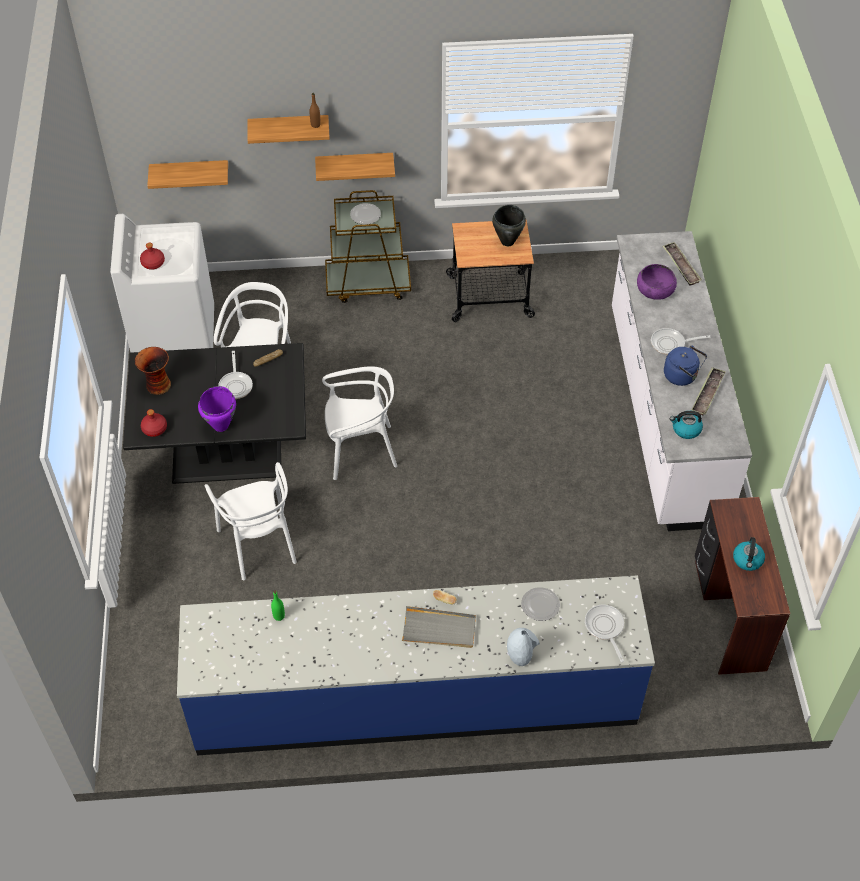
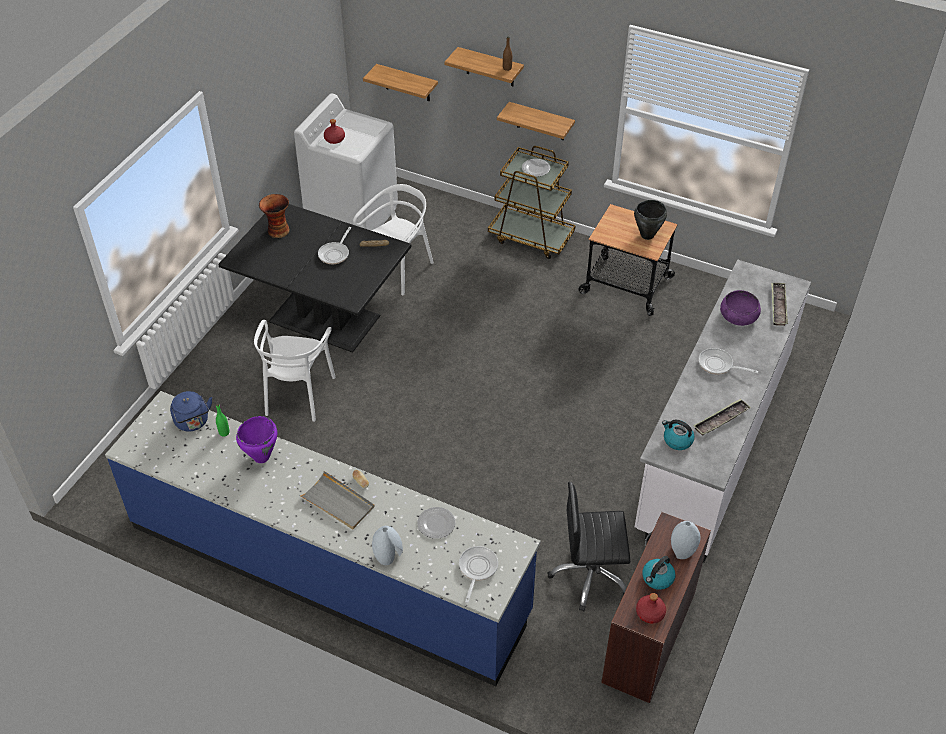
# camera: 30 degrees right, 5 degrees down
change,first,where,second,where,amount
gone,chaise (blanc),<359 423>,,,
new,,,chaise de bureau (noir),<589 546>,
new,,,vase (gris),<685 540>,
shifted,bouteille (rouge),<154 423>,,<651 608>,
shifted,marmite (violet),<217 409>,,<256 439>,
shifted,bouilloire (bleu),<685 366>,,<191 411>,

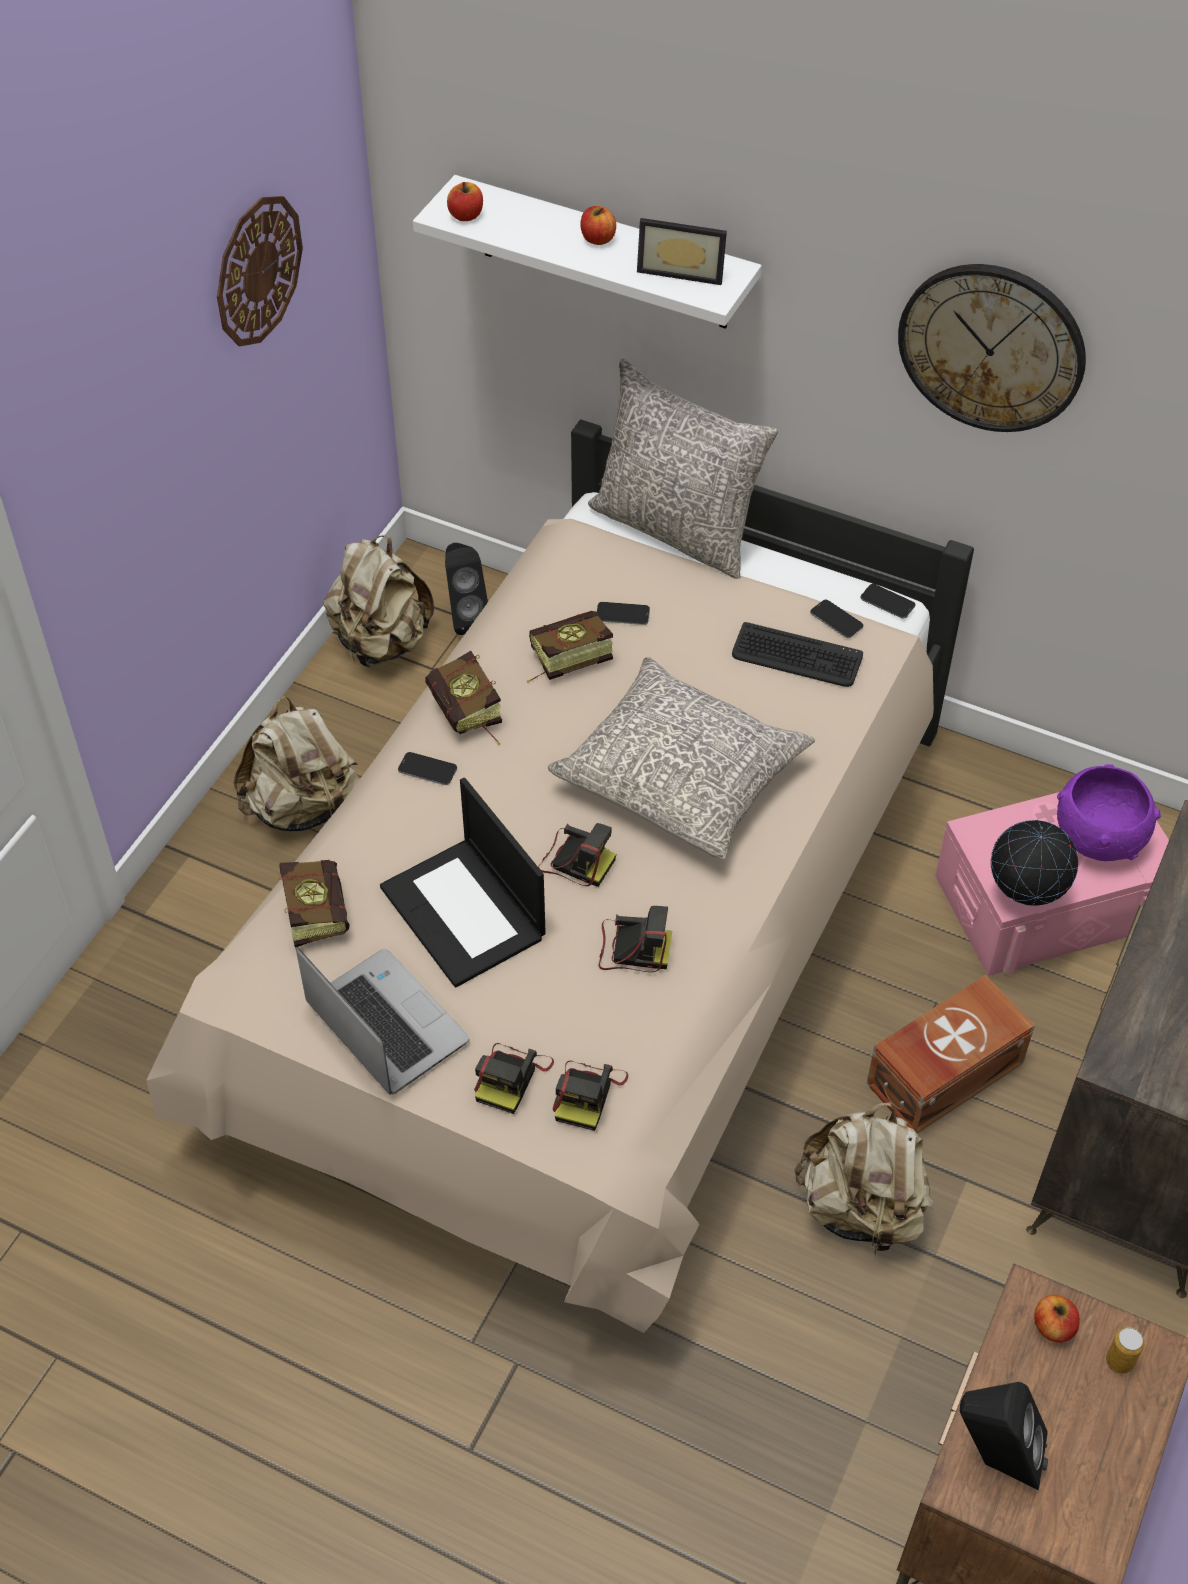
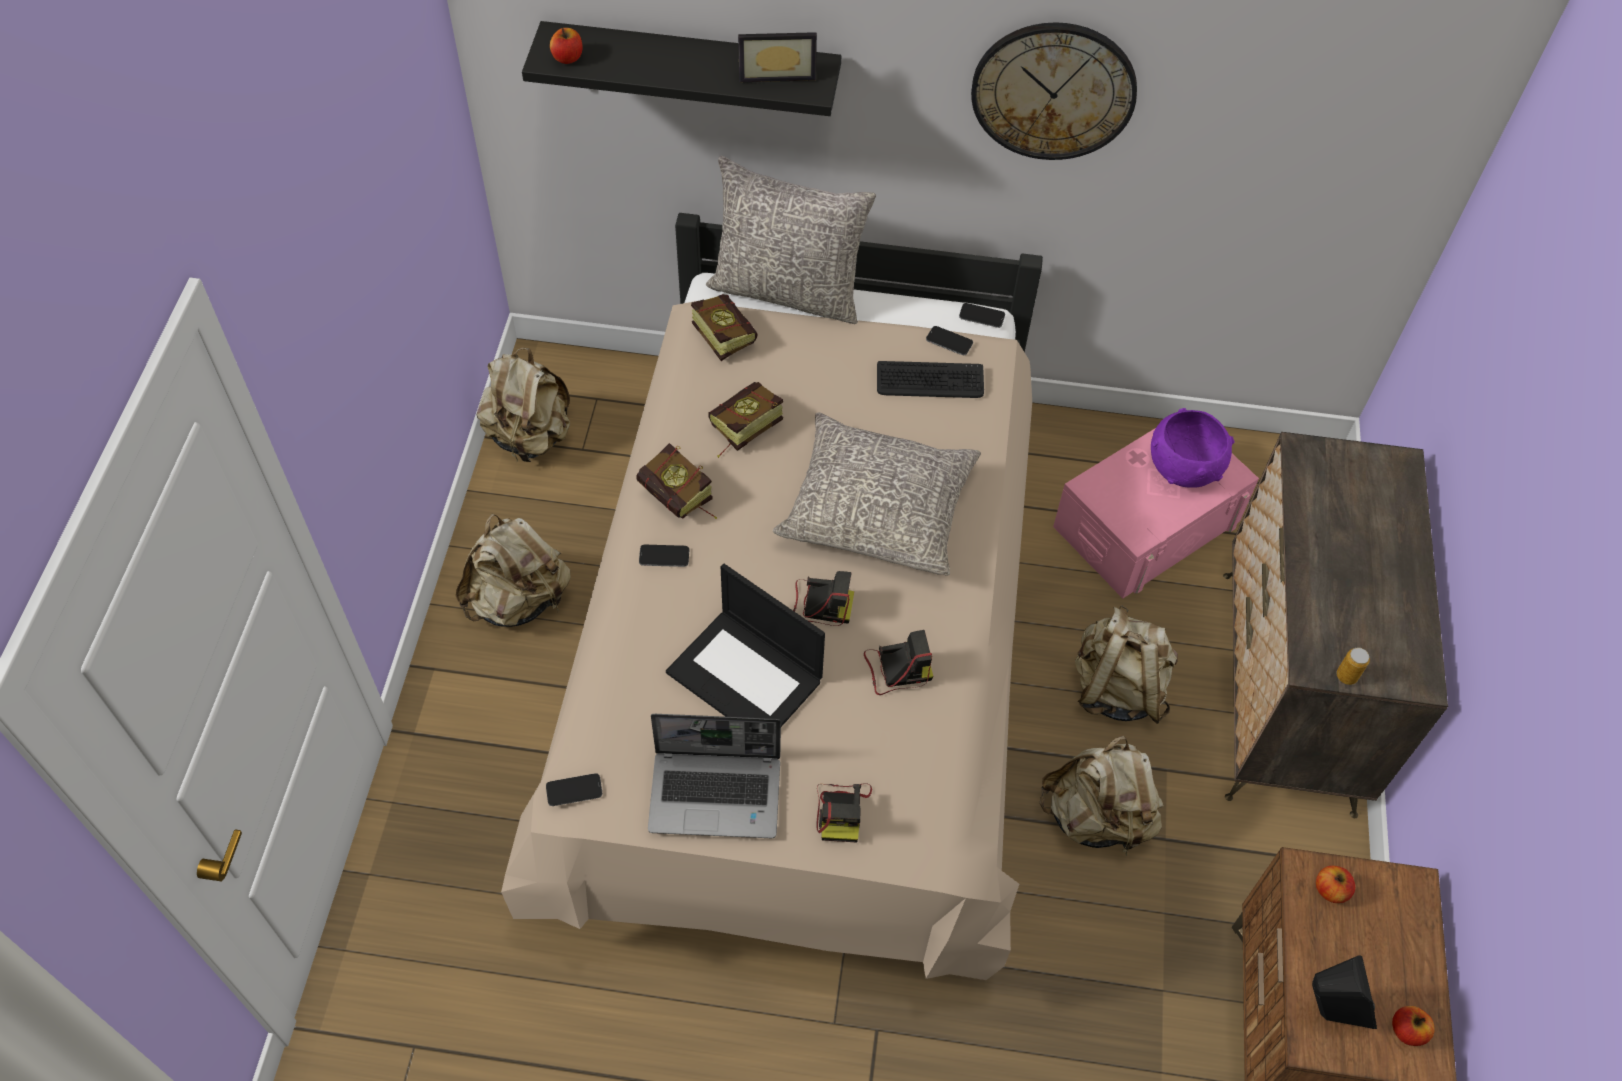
# camera: 20 degrees left, 5 degrees up
change,first,where,second,where,amount
gone,horloge murale,<260 271>,,,
gone,enceinte (noir),<466 589>,,,
gone,appareil photo,<590 1095>,,,
gone,globe,<1034 863>,,,
shifted,livre,<314 904>,,<724 327>,
shifted,pomme,<598 225>,,<1413 1026>,
shifted,téléphone,<623 613>,,<574 789>,
shifted,boîte métallique,<1125 1351>,,<1353 666>,
swapped,boîte de rangement (marron),<951 1054>,sac à dos (beige),<1126 665>,
repainted,étagère (blanc),<587 252>,étagère (noir),<681 68>,
rotated,ordinateur portable,<382 1021>,,<714 776>,150 degrees clockwise

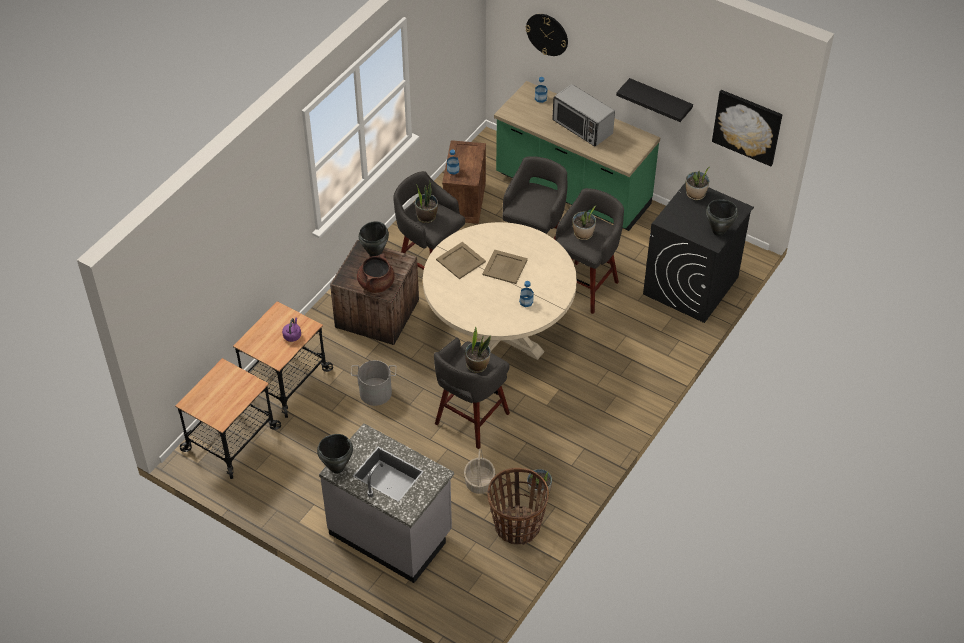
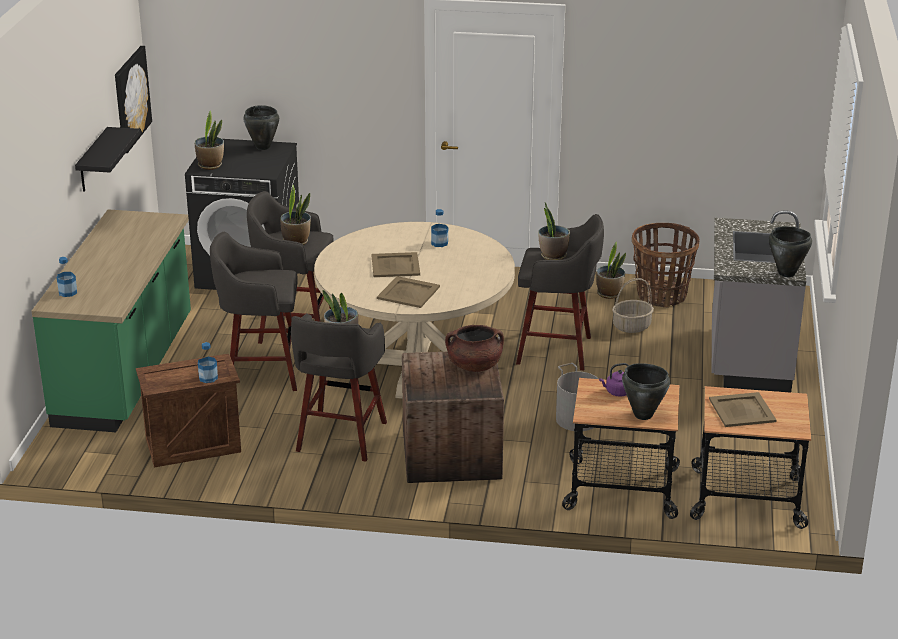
# camera: 115 degrees left, 20 degrees down
change,first,where,second,where,amount
gone,horloge murale,<547 35>,,,
gone,micro-ondes,<583 115>,,,
new,,,plateau (beige),<743 409>,
shifted,marmite (noir),<374 239>,,<646 391>,

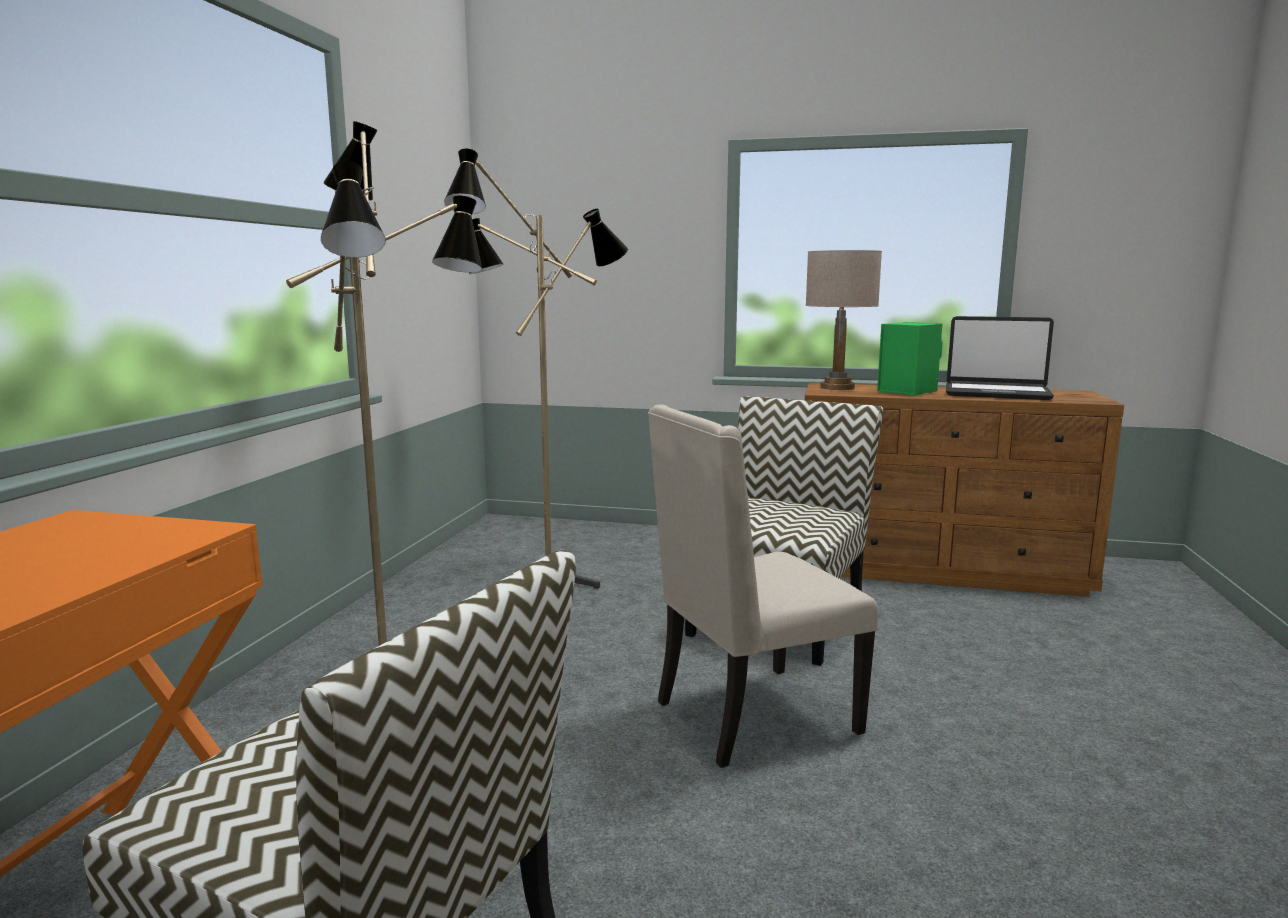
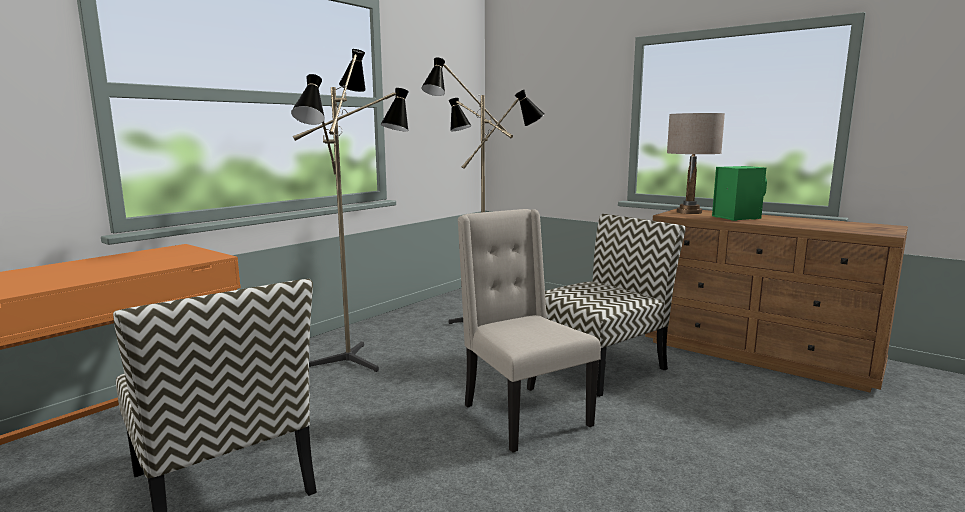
# camera: 25 degrees right, 0 degrees up
change,first,where,second,where,amount
gone,ordinateur portable,<1000 358>,,,
rotated,chaise (beige),<763 586>,,<529 331>,60 degrees clockwise

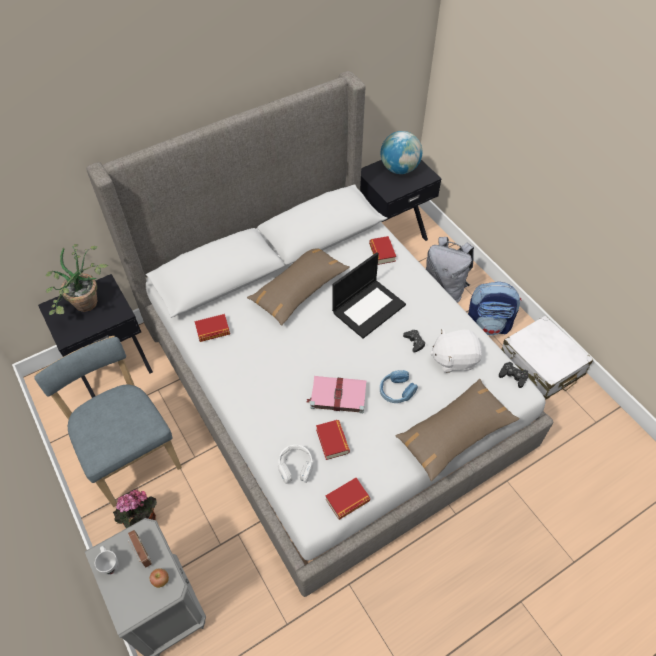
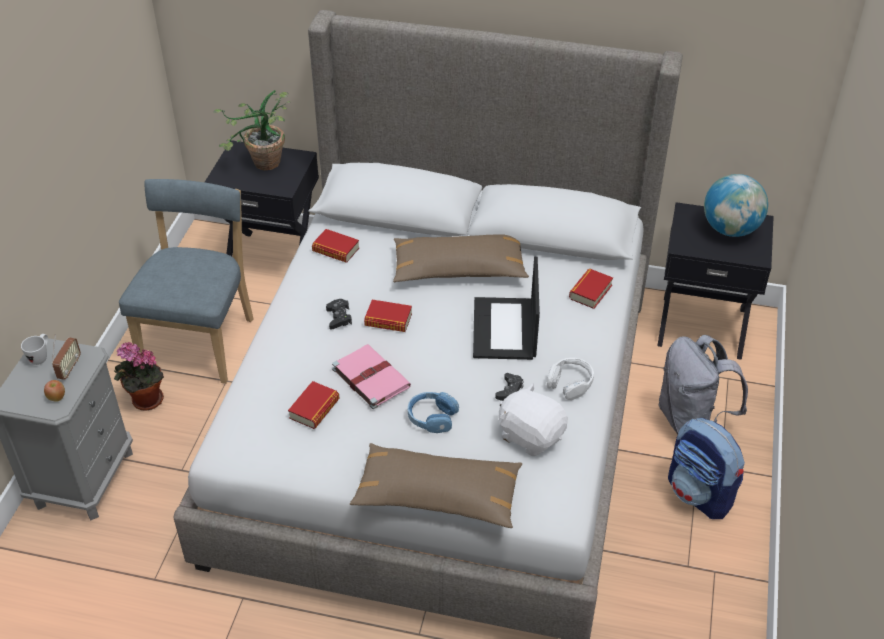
# camera: 45 degrees right, 10 degrees down
change,first,where,second,where,amount
gone,valise (blanc),<547 358>,,,
shifted,casque audio (blanc),<295 464>,,<570 379>,
shifted,livre,<347 499>,,<388 316>,
shifted,manette (noir),<514 375>,,<339 314>,
rotated,ordinateur portable,<369 295>,,<506 308>,90 degrees clockwise

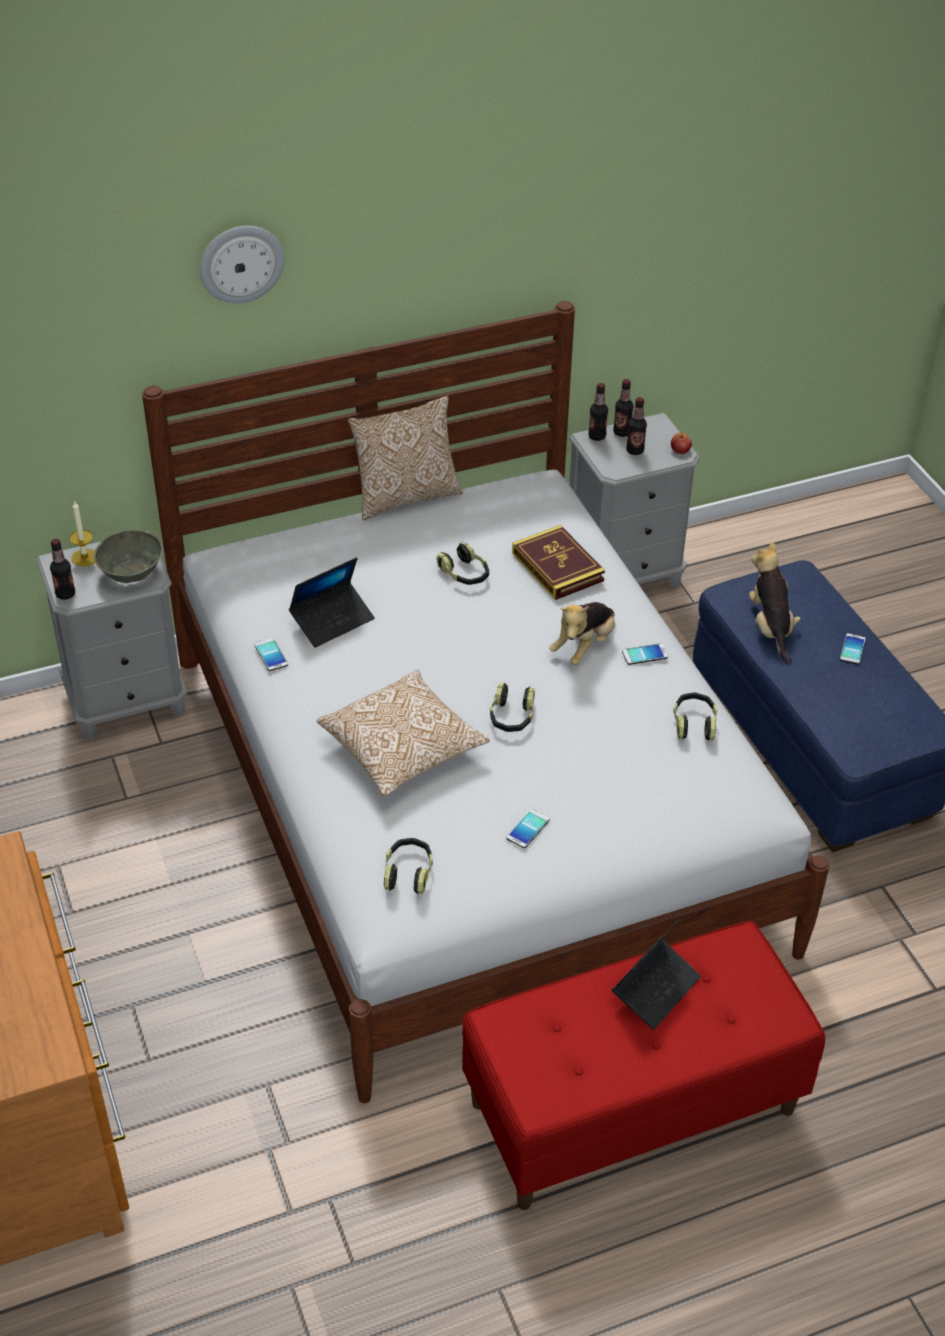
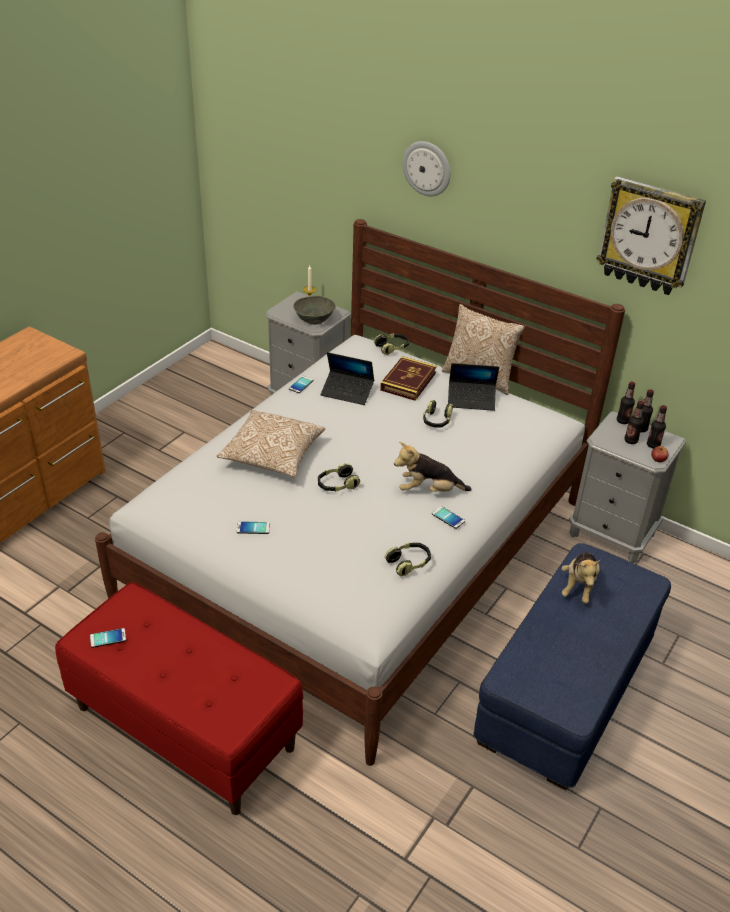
# camera: 55 degrees right, 5 degrees down
change,first,where,second,where,amount
new,,,horloge murale,<651 235>,
shifted,bouteille,<62 569>,,<657 427>,
shifted,casque audio,<408 866>,,<391 344>,
shifted,livre,<558 562>,,<408 378>,
shifted,ordinateur portable,<656 973>,,<473 387>,
shifted,téléphone,<853 648>,,<108 638>,
rotated,peluche,<775 603>,,<581 578>,150 degrees clockwise

